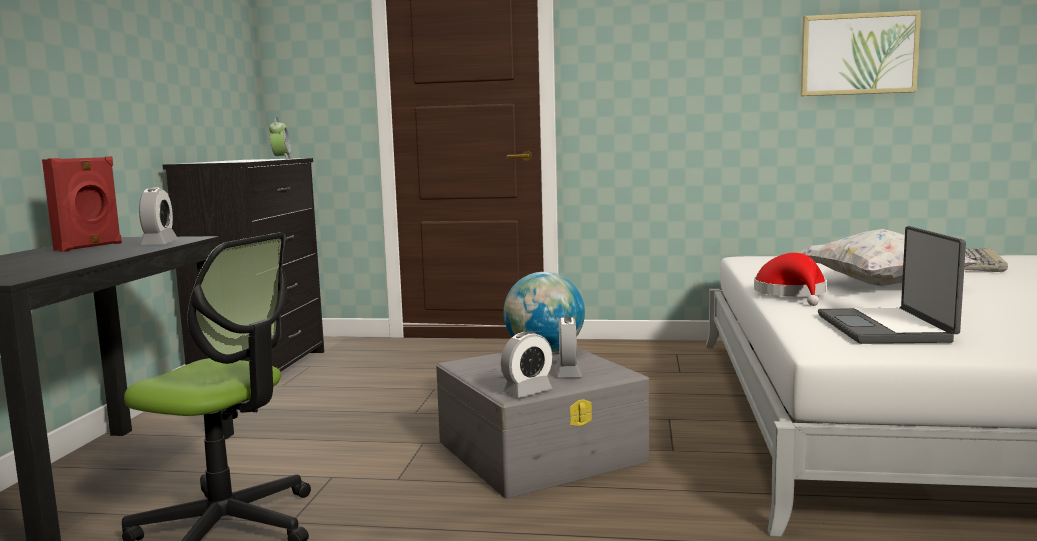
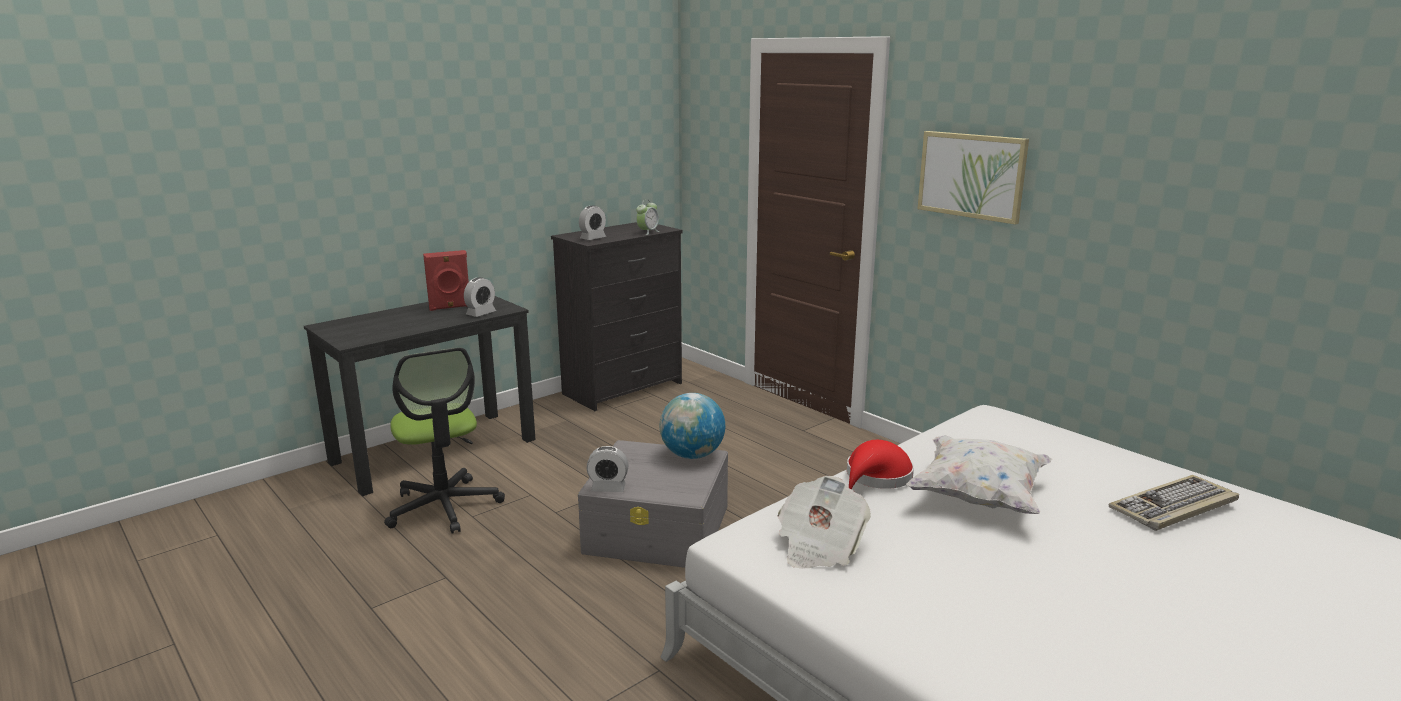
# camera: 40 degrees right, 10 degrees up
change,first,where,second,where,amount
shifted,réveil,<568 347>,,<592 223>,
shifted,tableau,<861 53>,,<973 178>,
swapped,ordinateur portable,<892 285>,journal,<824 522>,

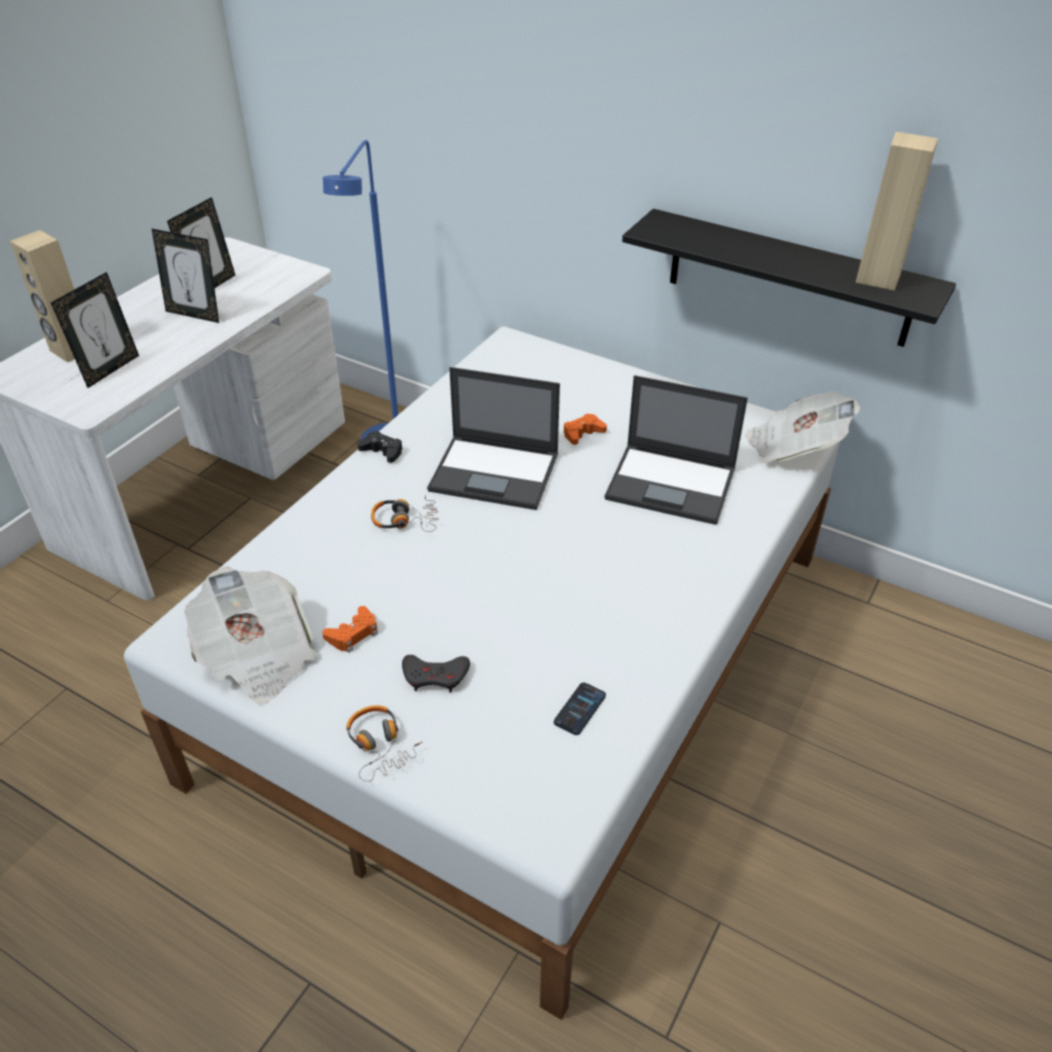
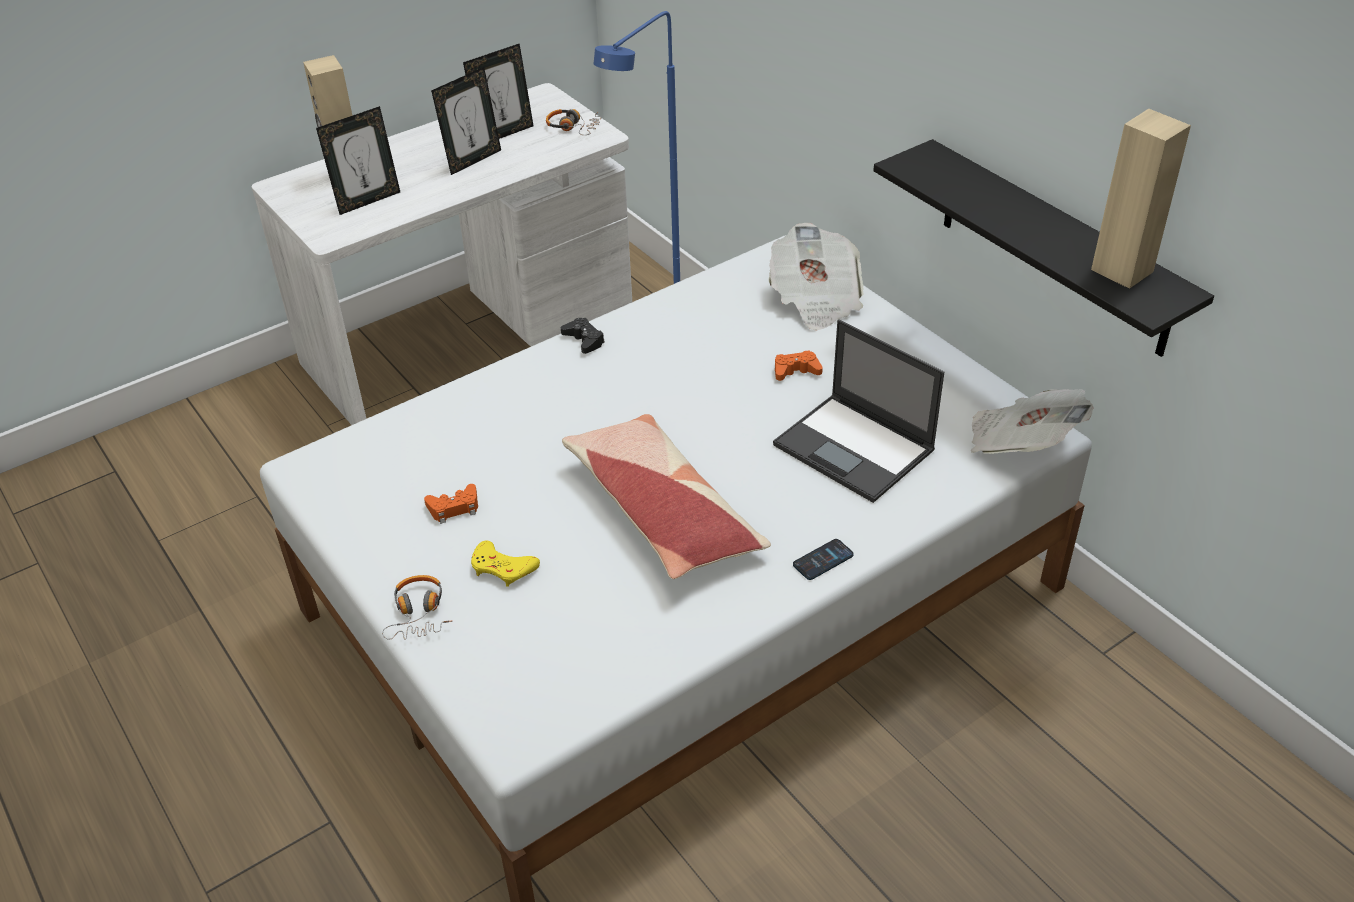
# camera: 25 degrees right, 0 degrees up
change,first,where,second,where,amount
gone,ordinateur portable,<493 438>,,,
new,,,coussin,<666 496>,
shifted,journal,<250 635>,,<816 277>,
shifted,casque audio,<405 513>,,<574 122>,
shifted,téléphone,<580 709>,,<823 559>,
repainted,manette (gris),<436 673>,manette (jaune),<505 563>,
rotated,cadre photo,<185 276>,,<466 121>,90 degrees counterclockwise

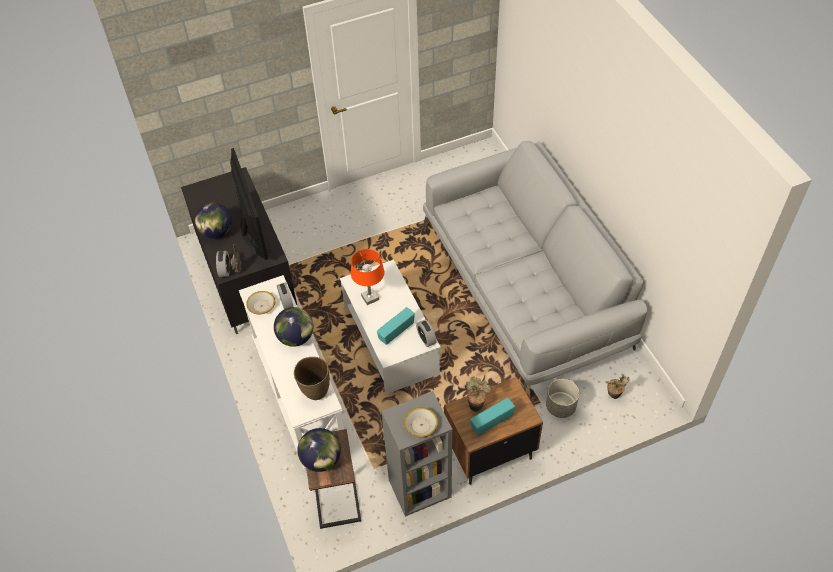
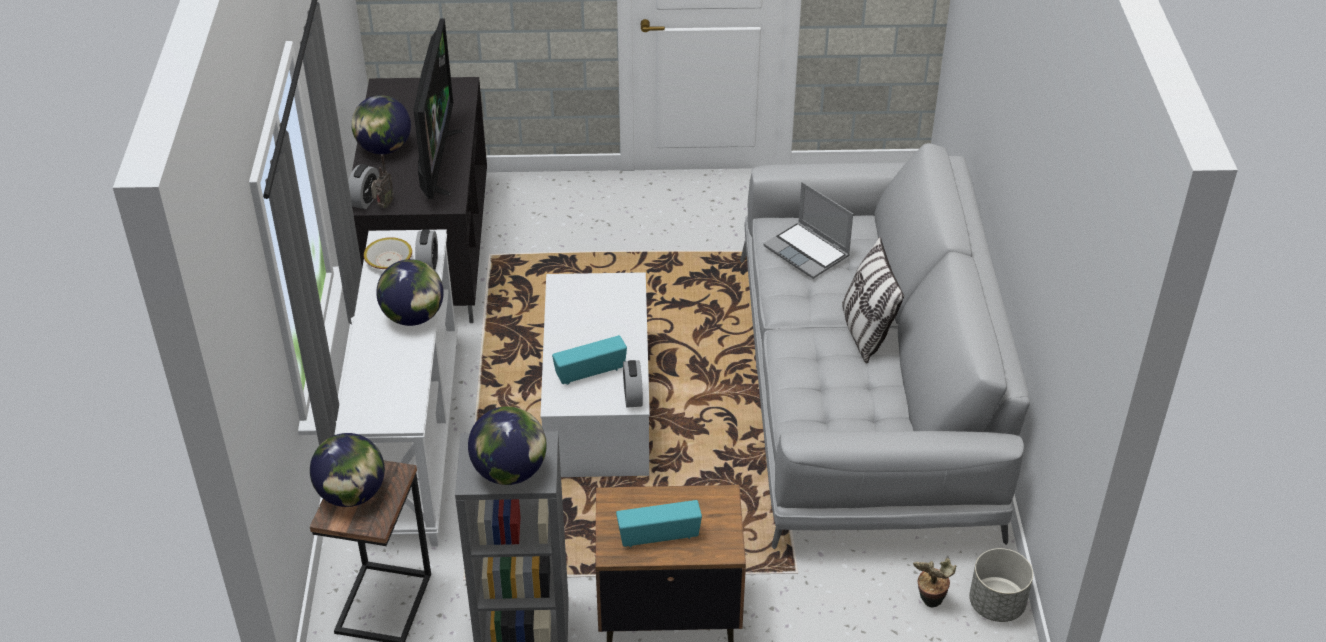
# camera: 20 degrees right, 10 degrees down
change,first,where,second,where,amount
gone,vase (marron),<312 378>,,,
gone,lampe de table (orange),<367 277>,,,
gone,plante en pot,<478 394>,,,
new,,,ordinateur portable,<808 230>,
new,,,coussin,<873 300>,
shifted,cache-pot (gris),<562 398>,,<1001 585>,
swapped,bol,<421 422>,globe,<507 445>,

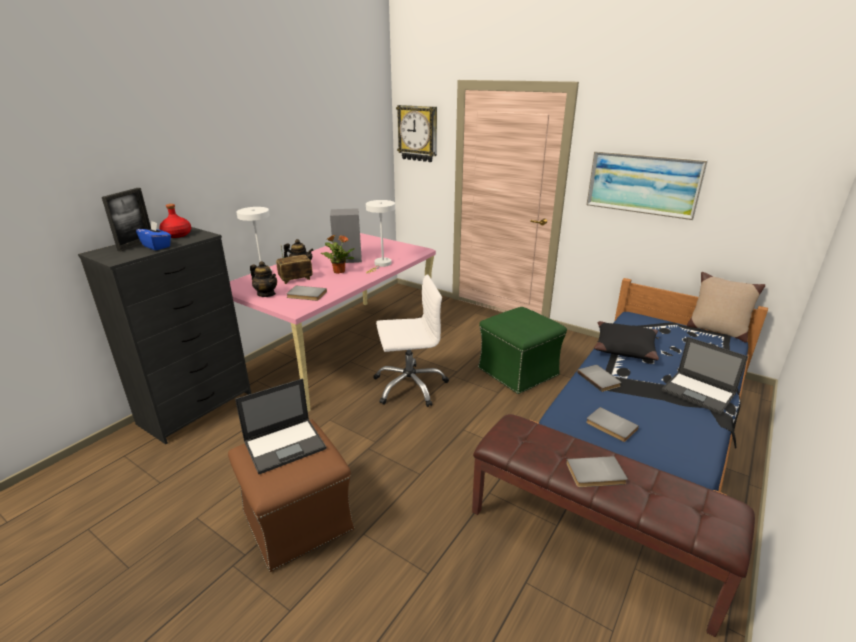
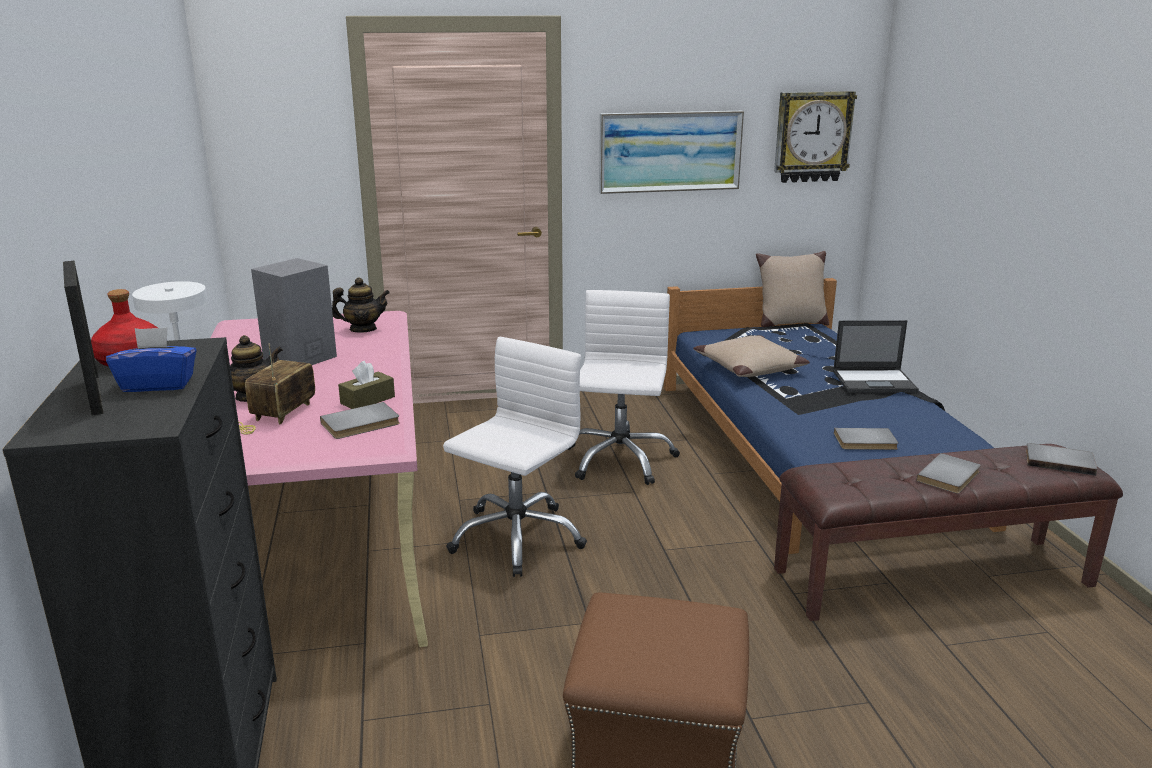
# camera: 45 degrees left, 5 degrees down
change,first,where,second,where,amount
gone,ordinateur portable,<280 426>,,,
gone,plante en pot,<337 254>,,,
gone,lampe de table (blanc),<380 236>,,,
new,,,boîte à mouchoirs (marron),<366 385>,
shifted,théière,<263 279>,,<361 305>,
shifted,horloge murale,<416 133>,,<815 137>,
shifted,livre (gris),<599 378>,,<1061 459>,
swapped,pouf (vert),<522 350>,chaise de bureau (blanc),<623 387>,
repainted,coussin (noir),<626 340>,coussin (beige),<751 356>,

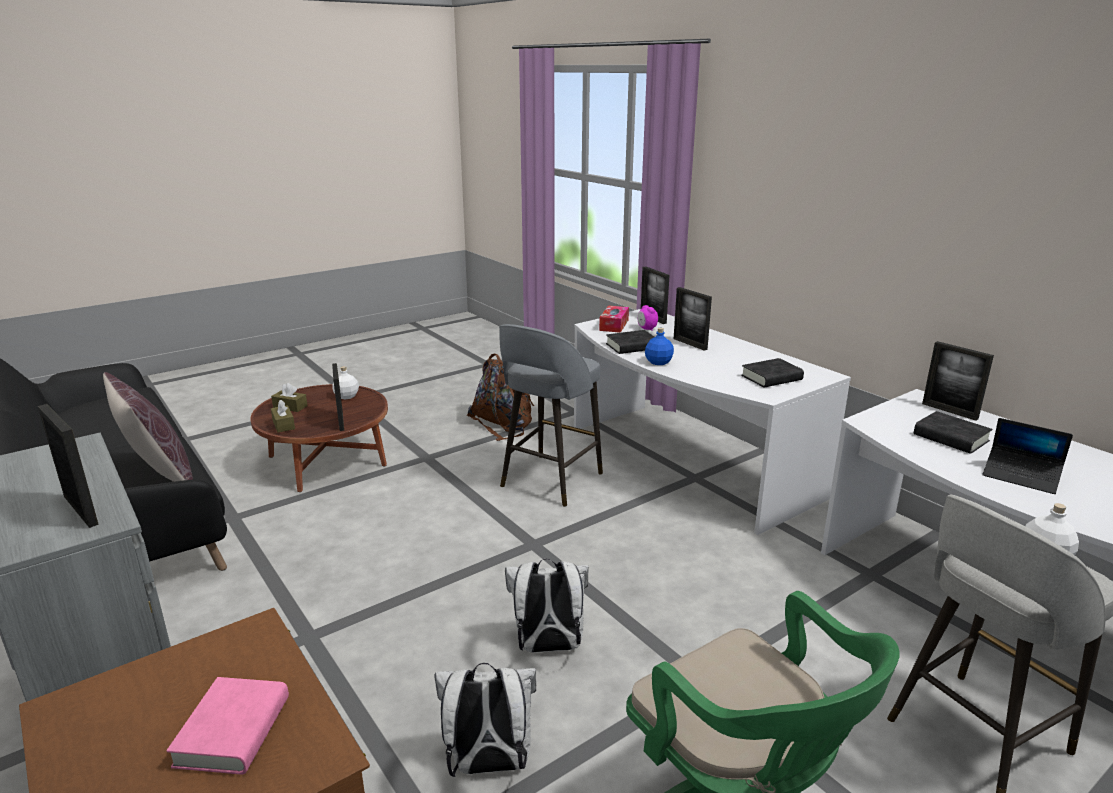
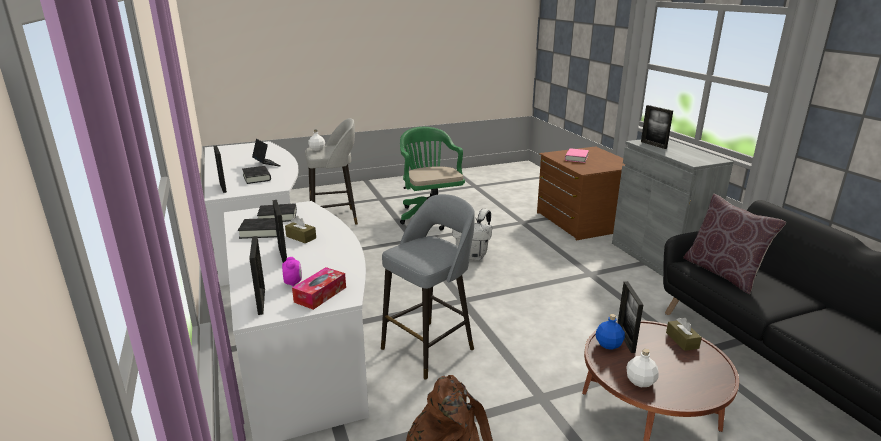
# camera: 165 degrees left, 0 degrees up
change,first,where,second,where,amount
gone,sac à dos (blanc),<485 720>,,,
shifted,boîte à mouchoirs (marron),<289 397>,,<300 229>,
shifted,livre (noir),<630 342>,,<257 228>,
shifted,bouteille (bleu),<659 346>,,<610 332>,

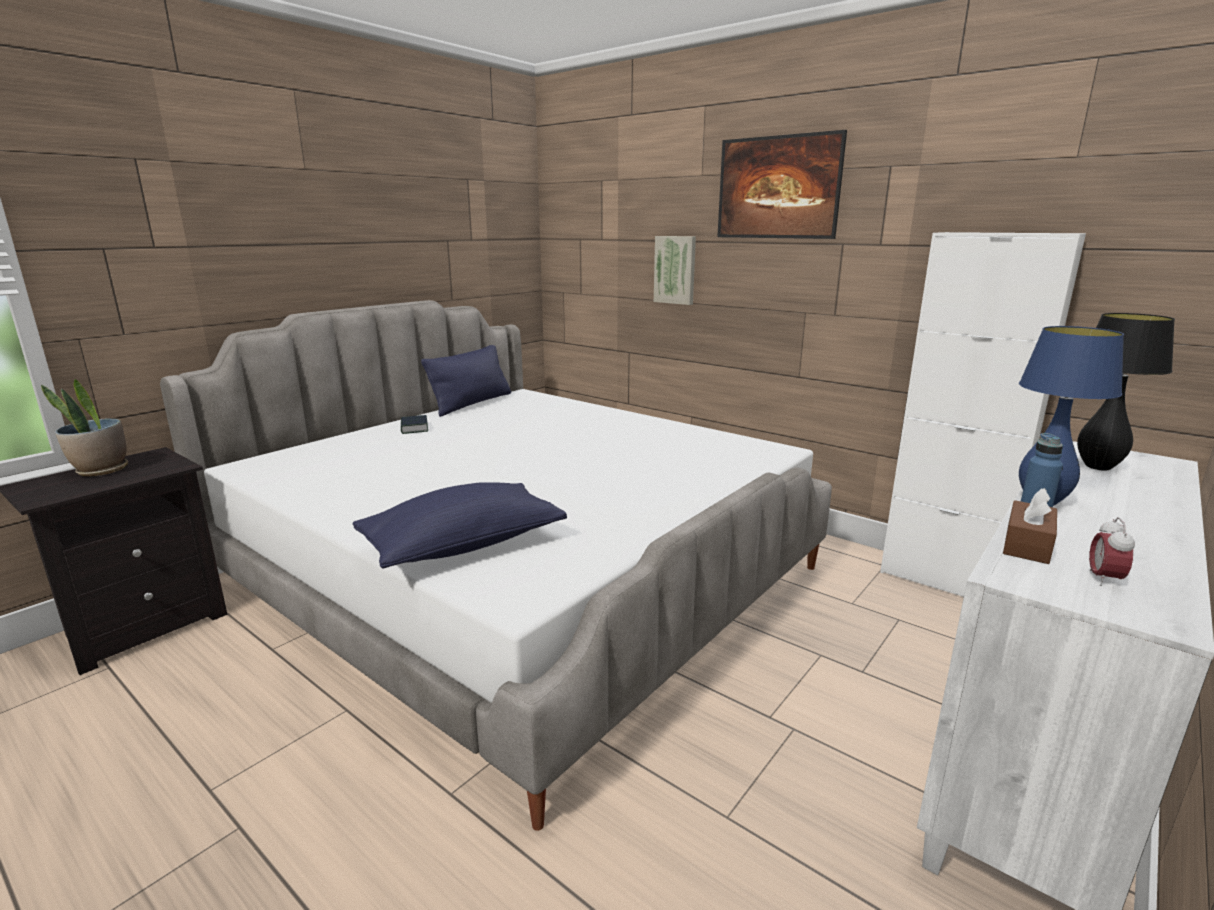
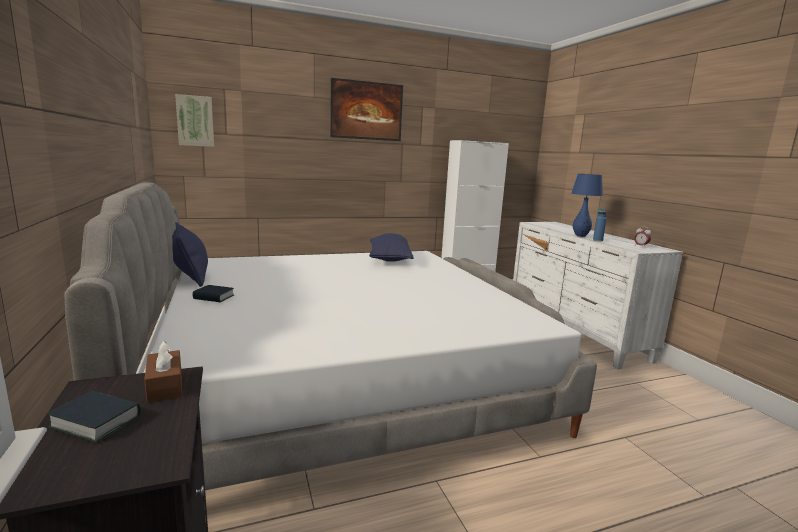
# camera: 60 degrees left, 5 degrees down
change,first,where,second,where,amount
gone,lampe de table (noir),<1126 392>,,,
shifted,coussin (bleu),<460 525>,,<391 247>,
shifted,tableau,<675 270>,,<194 120>,
shifted,boîte à mouchoirs (marron),<1030 526>,,<163 372>,
swapped,plante en pot,<84 427>,livre,<94 417>,

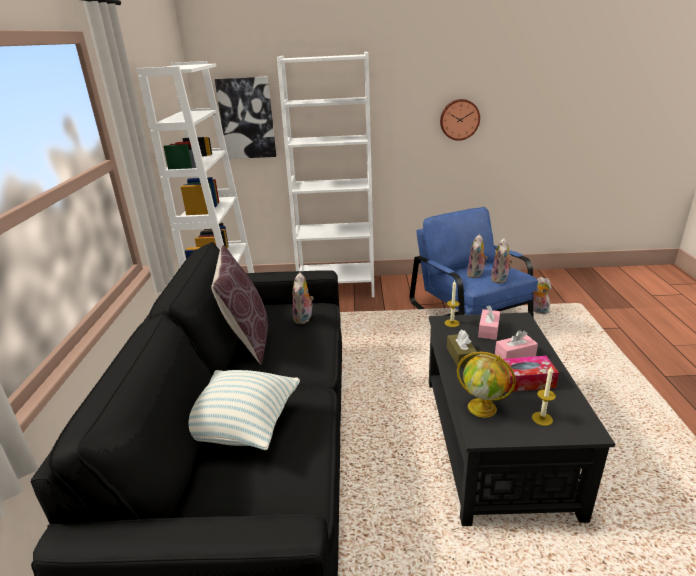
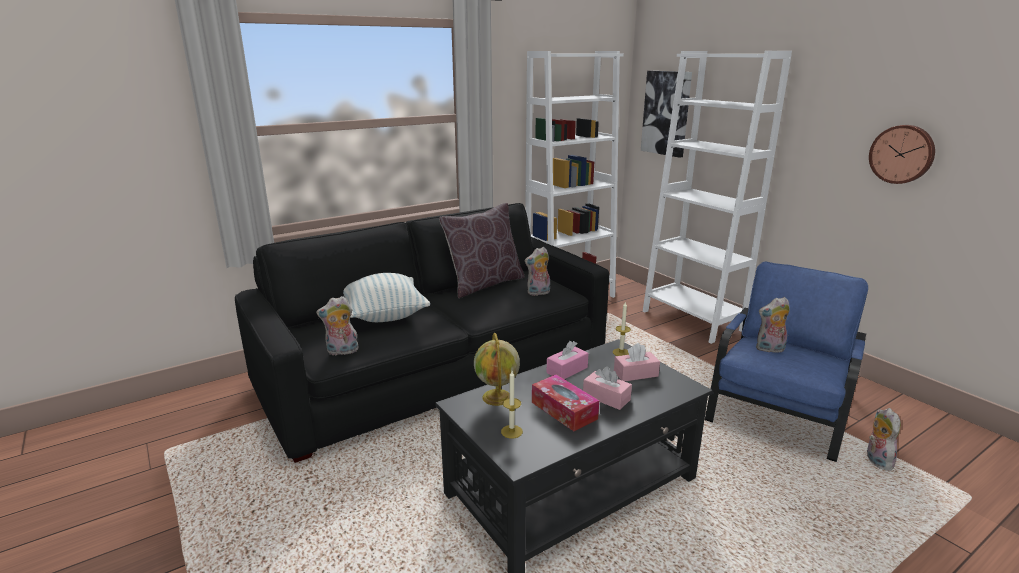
# camera: 55 degrees right, 5 degrees down
change,first,where,second,where,amount
shifted,peluche,<502 261>,,<337 326>,
repainted,boîte à mouchoirs (marron),<462 348>,boîte à mouchoirs (rose),<567 360>,

